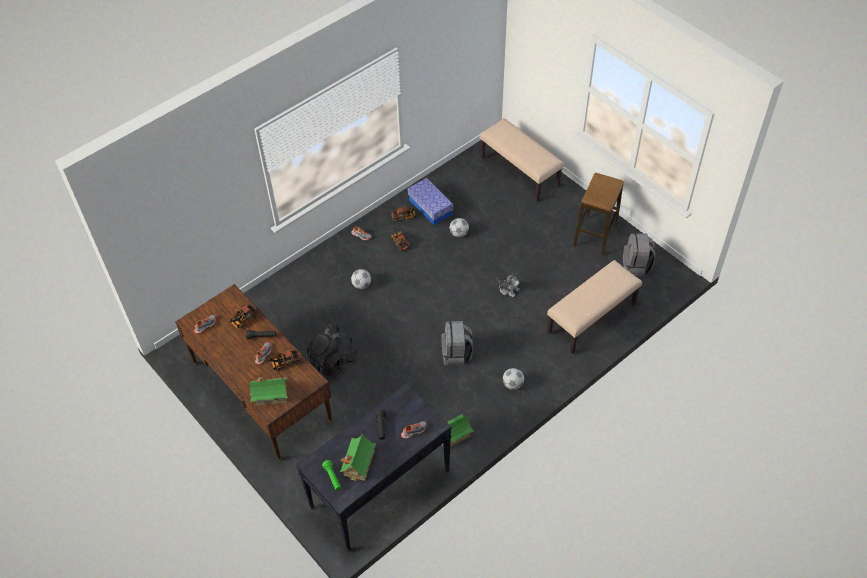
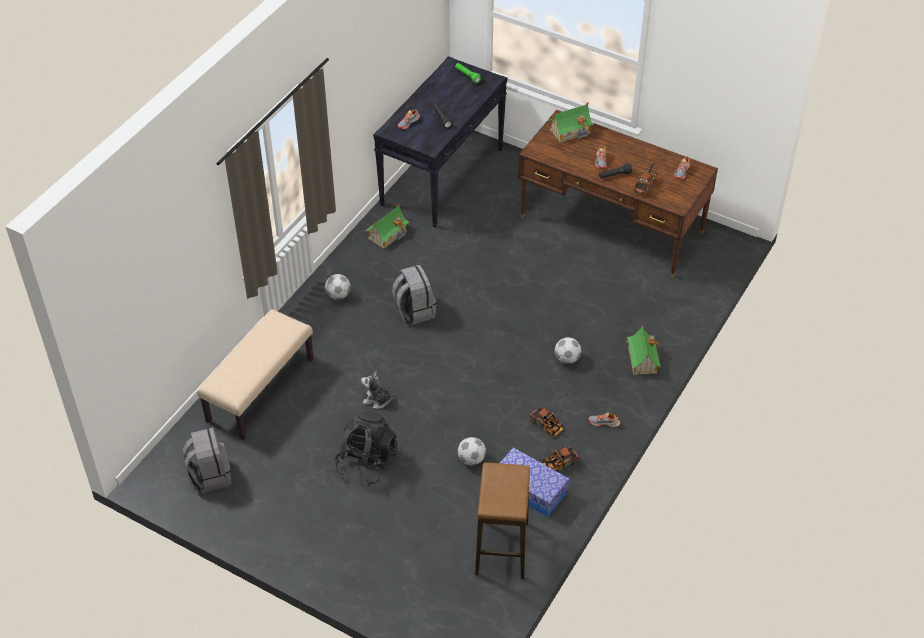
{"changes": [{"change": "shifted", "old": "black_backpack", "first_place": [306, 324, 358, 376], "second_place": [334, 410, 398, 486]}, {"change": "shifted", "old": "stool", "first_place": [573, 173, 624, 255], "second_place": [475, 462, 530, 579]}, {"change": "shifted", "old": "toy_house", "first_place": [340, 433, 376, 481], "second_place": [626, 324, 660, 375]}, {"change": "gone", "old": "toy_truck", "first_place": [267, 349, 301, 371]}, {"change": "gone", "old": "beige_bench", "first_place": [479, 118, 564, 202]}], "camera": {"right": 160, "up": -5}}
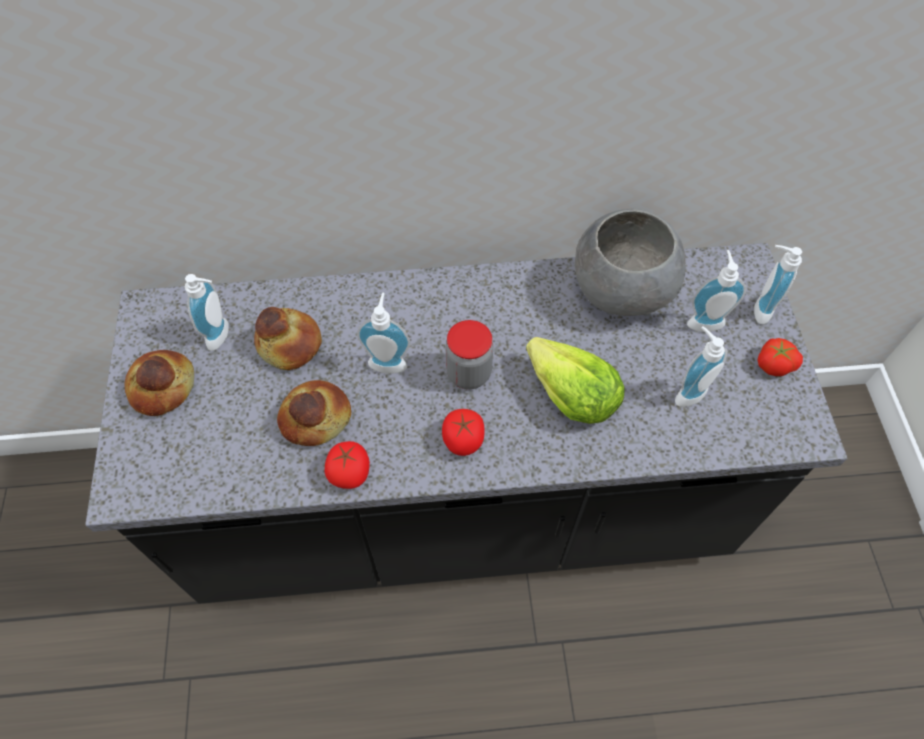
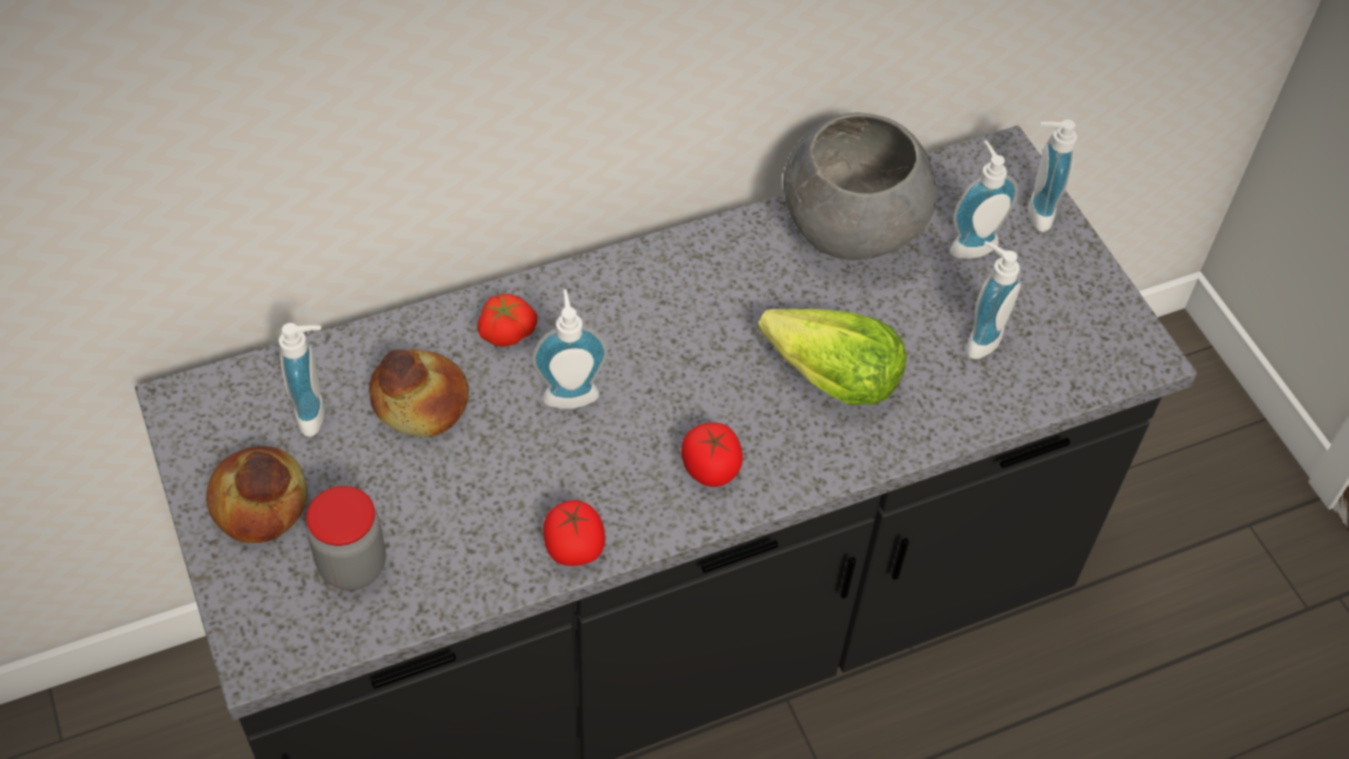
{"changes": [{"change": "shifted", "old": "jar", "first_place": [446, 320, 493, 389], "second_place": [306, 486, 386, 590]}, {"change": "shifted", "old": "tomato", "first_place": [758, 338, 803, 376], "second_place": [477, 294, 537, 347]}, {"change": "gone", "old": "bread", "first_place": [277, 380, 351, 446]}], "camera": {"right": -20, "up": -5}}
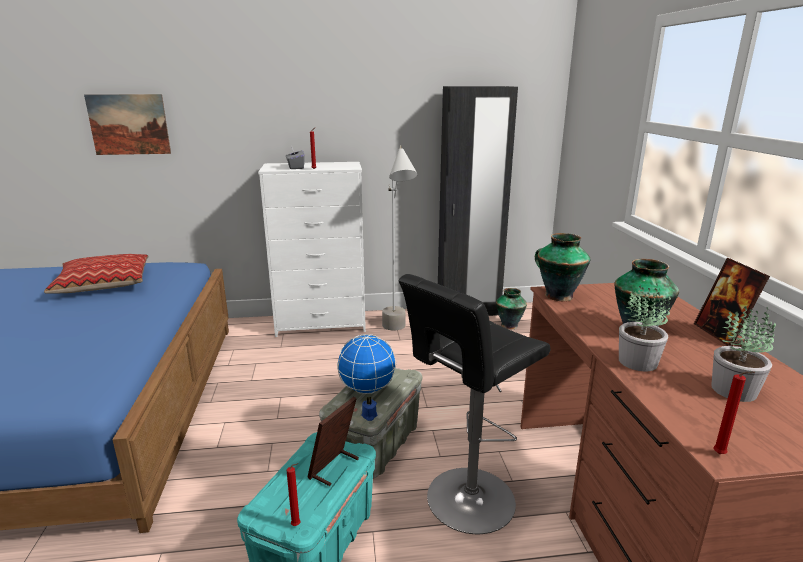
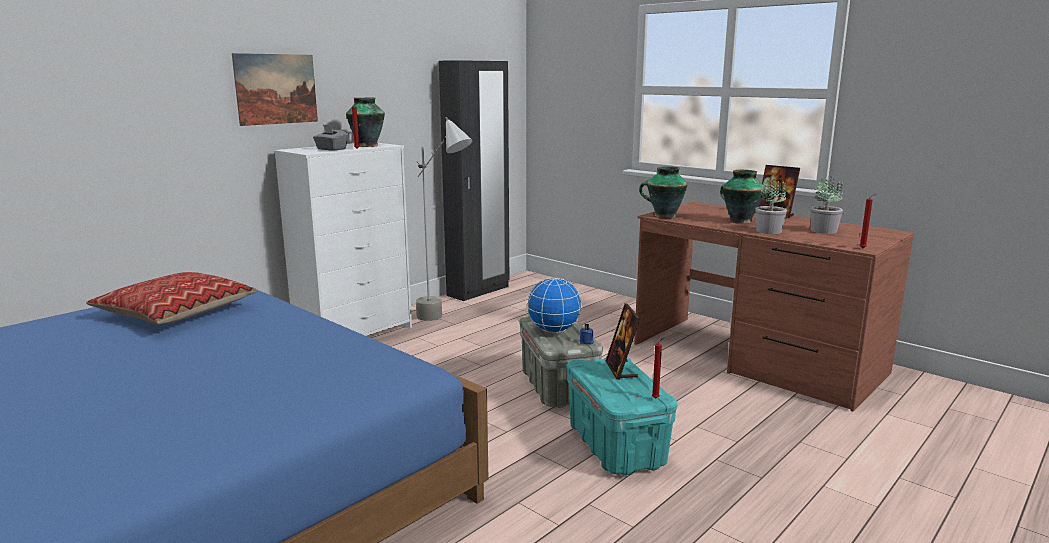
{"changes": [{"change": "shifted", "old": "picture", "first_place": [84, 94, 171, 155], "second_place": [232, 53, 318, 126]}, {"change": "shifted", "old": "vase", "first_place": [496, 288, 527, 329], "second_place": [346, 97, 385, 147]}, {"change": "gone", "old": "black_stool", "first_place": [398, 274, 550, 534]}], "camera": {"right": -40, "up": -5}}
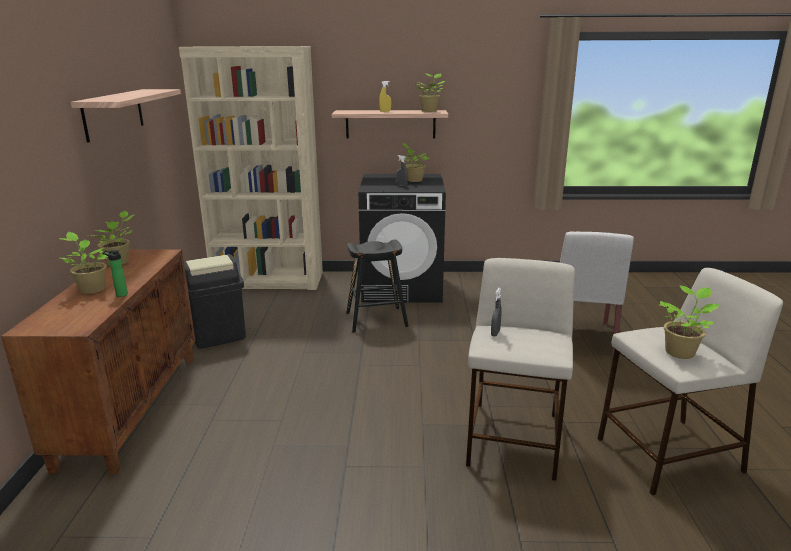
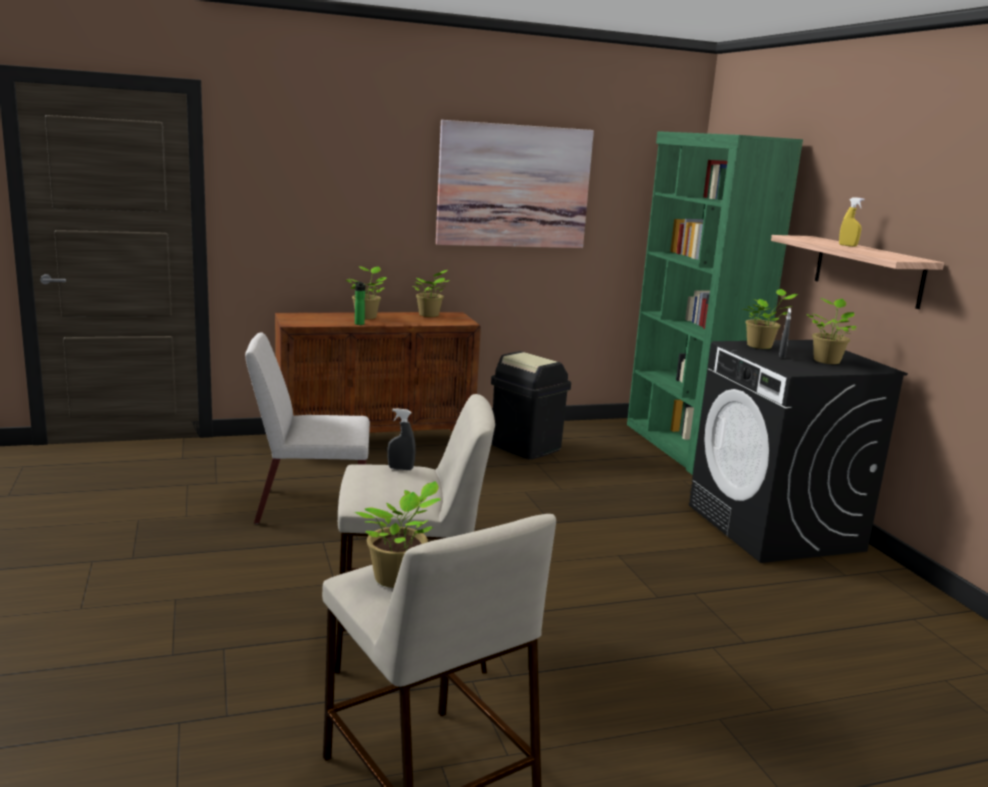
{"changes": [{"change": "shifted", "old": "white_chair", "first_place": [560, 232, 634, 356], "second_place": [245, 332, 370, 524]}, {"change": "swapped", "old": "shelf", "new": "picture", "first_place": [71, 89, 181, 143], "second_place": [436, 120, 594, 248]}, {"change": "repainted", "old": "beige_bookcase", "new": "green_bookcase", "first_place": [179, 46, 323, 290], "second_place": [627, 131, 803, 475]}, {"change": "shifted", "old": "potted_plant", "first_place": [415, 73, 445, 112], "second_place": [743, 289, 798, 349]}, {"change": "gone", "old": "black_stool", "first_place": [346, 240, 408, 332]}], "camera": {"right": 70, "up": -5}}
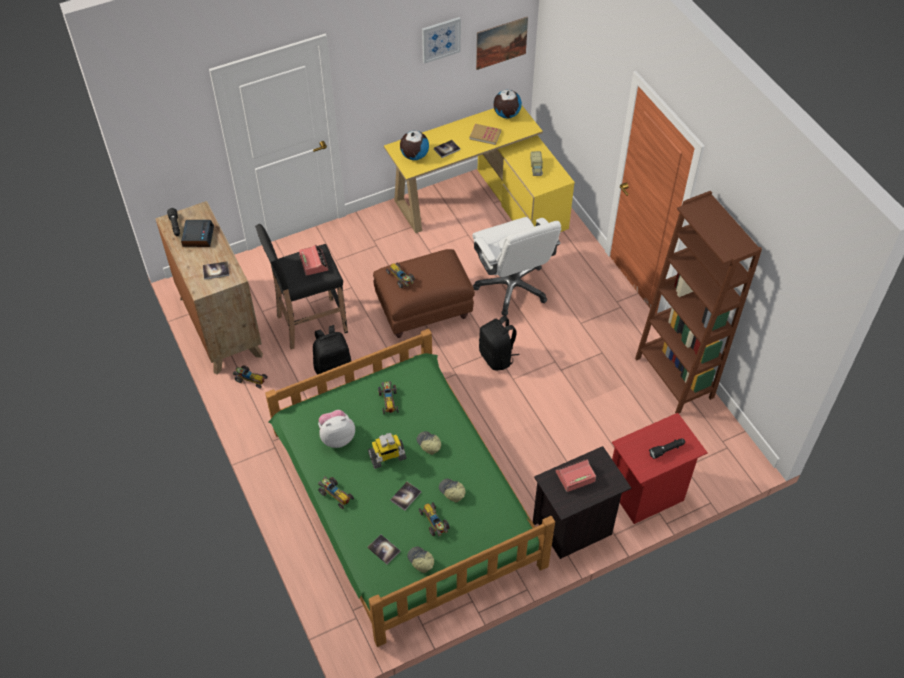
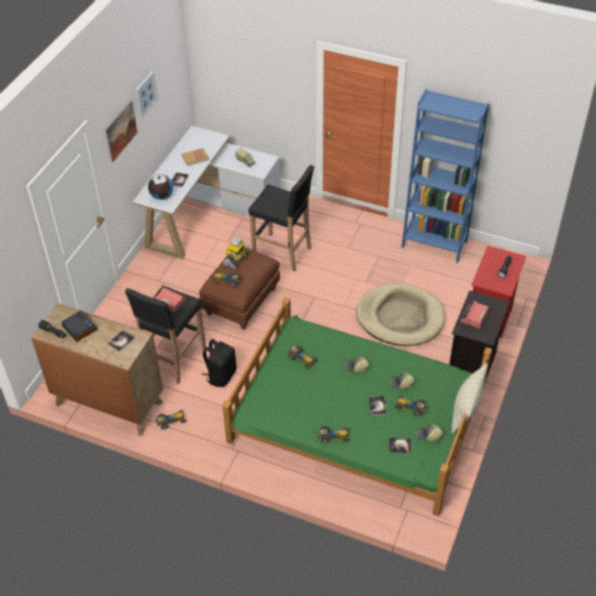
{"changes": [{"change": "shifted", "old": "picture", "first_place": [476, 17, 528, 70], "second_place": [106, 100, 137, 162]}, {"change": "repainted", "old": "yellow_desk", "new": "white_desk", "first_place": [384, 106, 575, 233], "second_place": [132, 126, 280, 259]}, {"change": "shifted", "old": "toy_robot", "first_place": [368, 433, 407, 469], "second_place": [222, 237, 250, 269]}, {"change": "swapped", "old": "white_office_chair", "new": "black_stool", "first_place": [472, 217, 561, 316], "second_place": [249, 165, 314, 271]}, {"change": "new", "new": "beige_dog_bed", "second_place": [356, 283, 445, 346]}, {"change": "repainted", "old": "brown_bookcase", "new": "blue_bookcase", "first_place": [635, 191, 762, 413], "second_place": [401, 89, 489, 263]}, {"change": "new", "new": "pillow", "second_place": [451, 363, 488, 434]}, {"change": "gone", "old": "plush_toy", "first_place": [318, 410, 355, 448]}, {"change": "gone", "old": "black_backpack", "first_place": [479, 316, 520, 370]}, {"change": "gone", "old": "globe", "first_place": [493, 90, 522, 118]}], "camera": {"right": -40, "up": -5}}
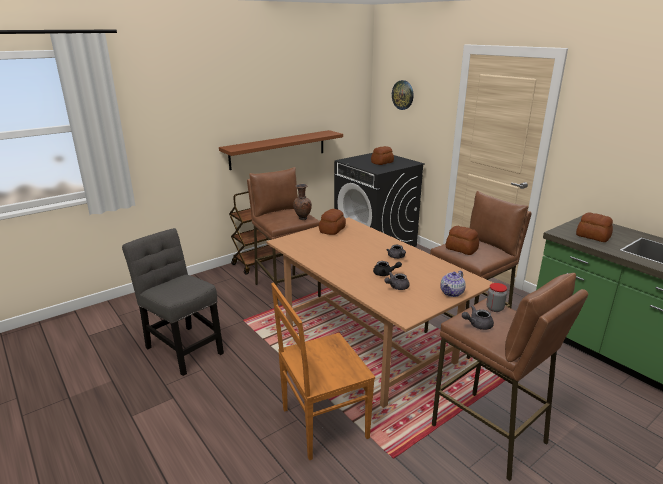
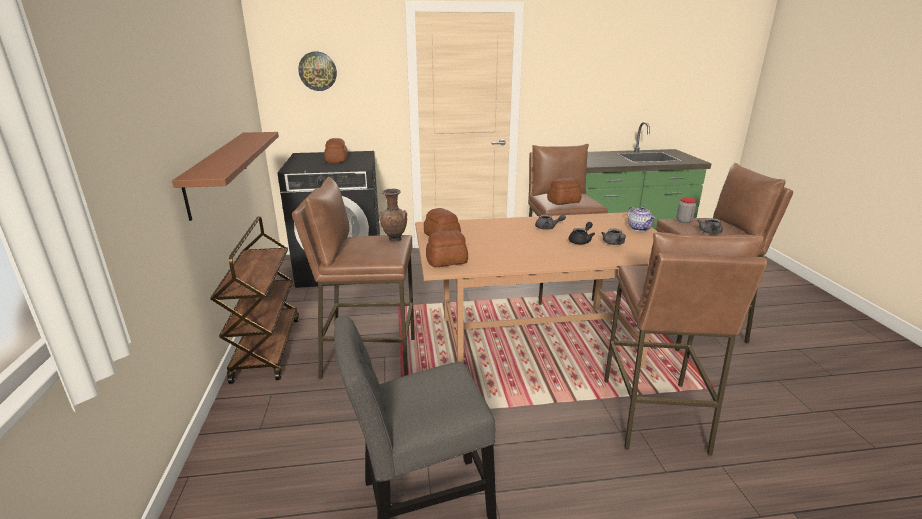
{"changes": [{"change": "shifted", "old": "bread", "first_place": [576, 212, 613, 242], "second_place": [426, 230, 468, 267]}, {"change": "swapped", "old": "brown_chair", "new": "brown_stool", "first_place": [271, 282, 375, 460], "second_place": [604, 232, 767, 455]}], "camera": {"right": -60, "up": 0}}
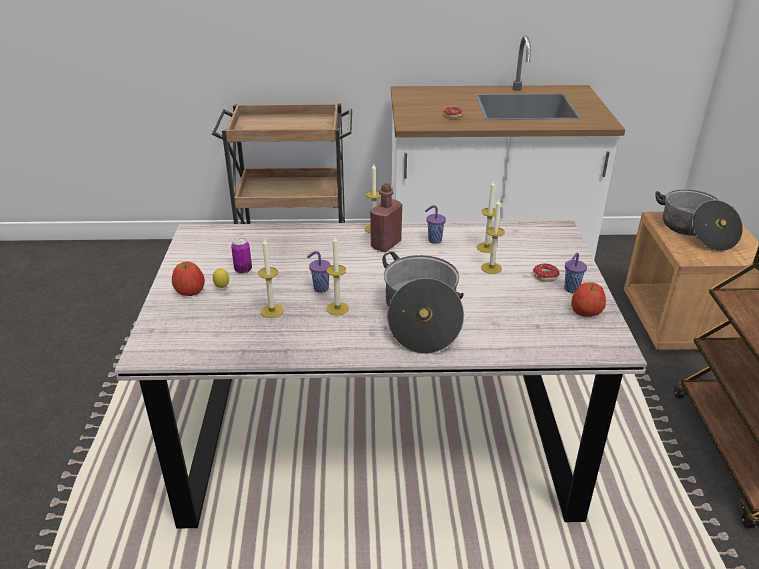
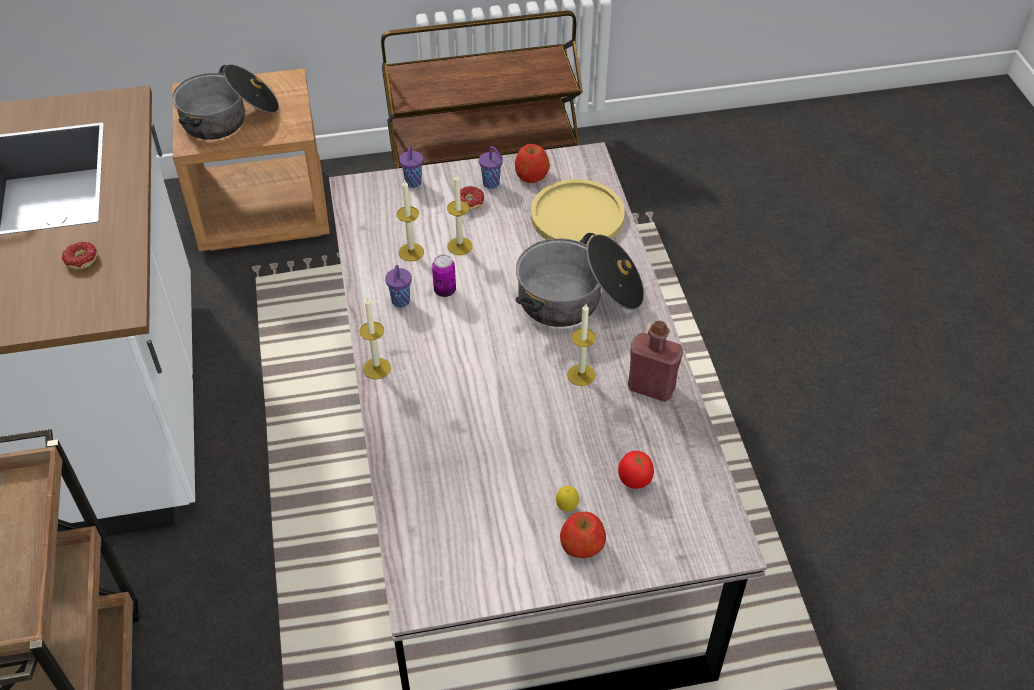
{"changes": [{"change": "shifted", "old": "purple_cup", "first_place": [307, 251, 331, 293], "second_place": [399, 146, 423, 188]}, {"change": "shifted", "old": "can", "first_place": [231, 238, 252, 274], "second_place": [432, 254, 456, 297]}, {"change": "new", "new": "yellow_plate", "second_place": [531, 179, 625, 245]}, {"change": "new", "new": "tomato", "second_place": [618, 451, 654, 489]}, {"change": "shifted", "old": "red_bottle", "first_place": [370, 183, 402, 252], "second_place": [628, 320, 683, 402]}, {"change": "gone", "old": "candle", "first_place": [258, 237, 283, 318]}], "camera": {"right": -100, "up": 15}}
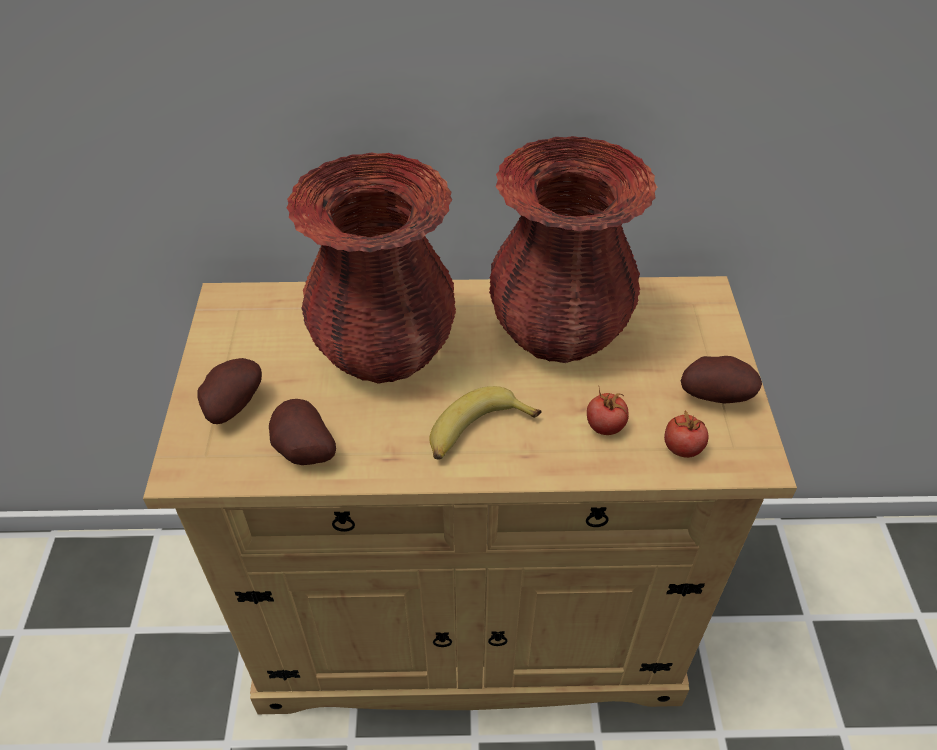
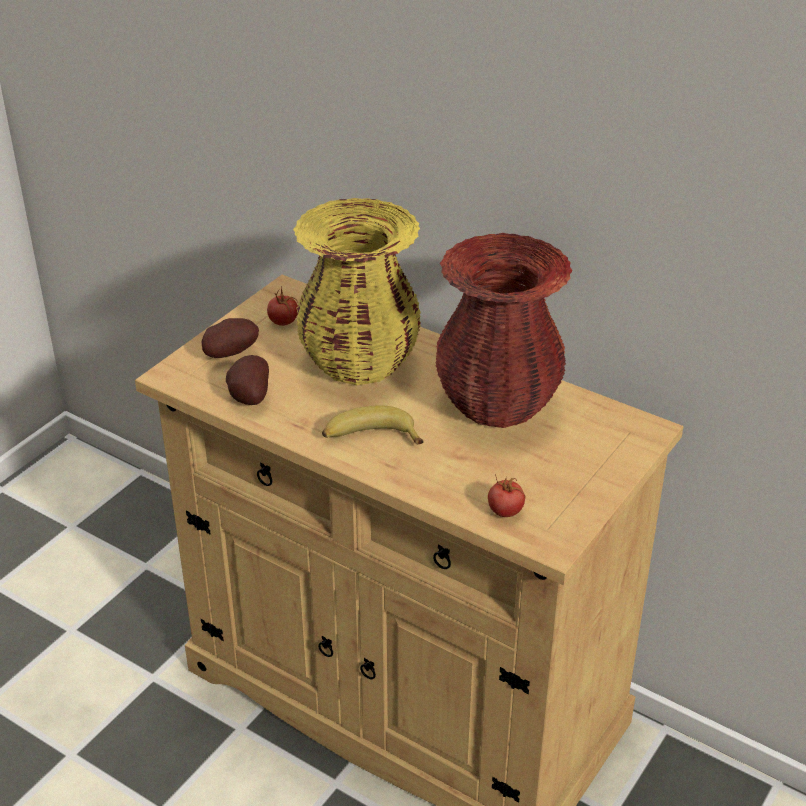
{"changes": [{"change": "shifted", "old": "tomato", "first_place": [587, 388, 629, 435], "second_place": [267, 286, 298, 326]}, {"change": "repainted", "old": "red_vase", "new": "yellow_vase", "first_place": [287, 152, 456, 384], "second_place": [293, 198, 421, 385]}, {"change": "gone", "old": "potato", "first_place": [681, 356, 762, 403]}], "camera": {"right": 35, "up": -10}}
